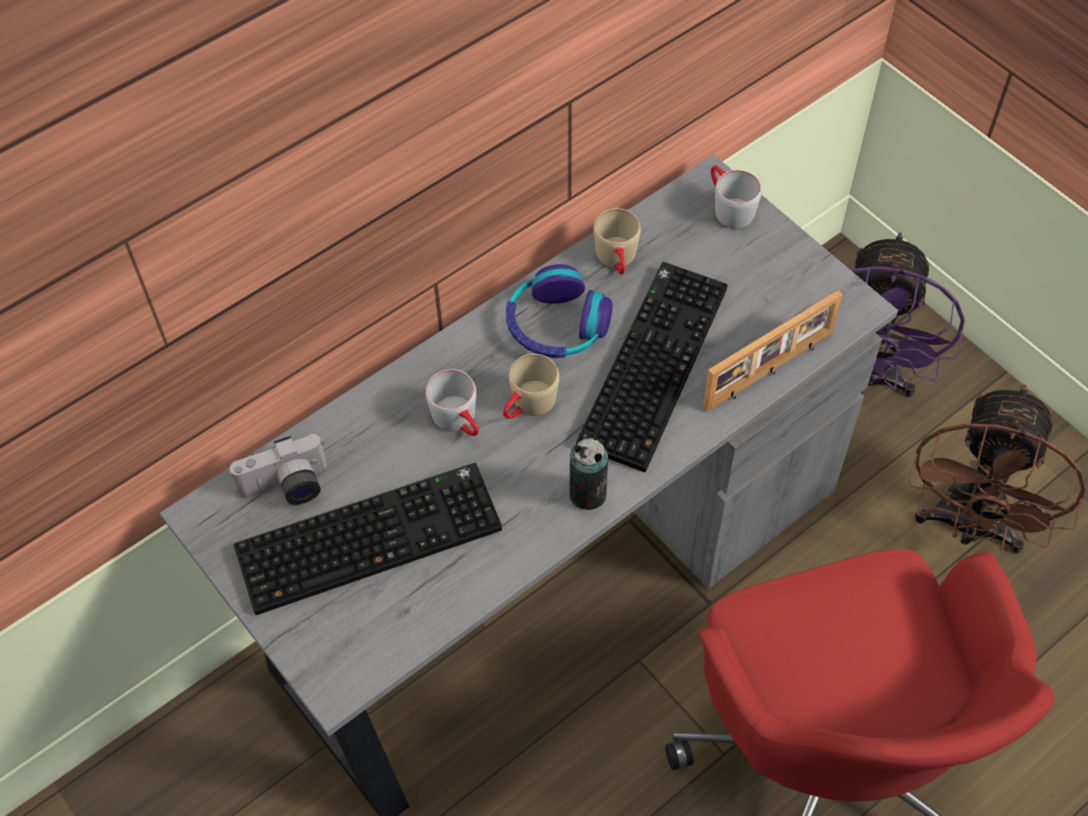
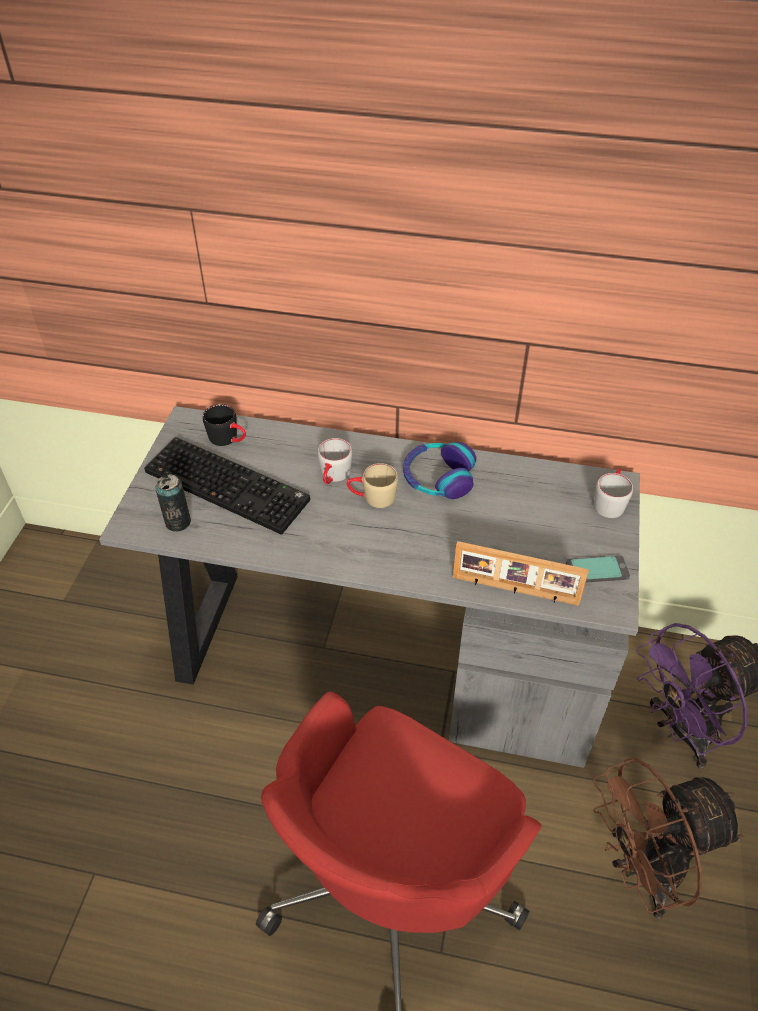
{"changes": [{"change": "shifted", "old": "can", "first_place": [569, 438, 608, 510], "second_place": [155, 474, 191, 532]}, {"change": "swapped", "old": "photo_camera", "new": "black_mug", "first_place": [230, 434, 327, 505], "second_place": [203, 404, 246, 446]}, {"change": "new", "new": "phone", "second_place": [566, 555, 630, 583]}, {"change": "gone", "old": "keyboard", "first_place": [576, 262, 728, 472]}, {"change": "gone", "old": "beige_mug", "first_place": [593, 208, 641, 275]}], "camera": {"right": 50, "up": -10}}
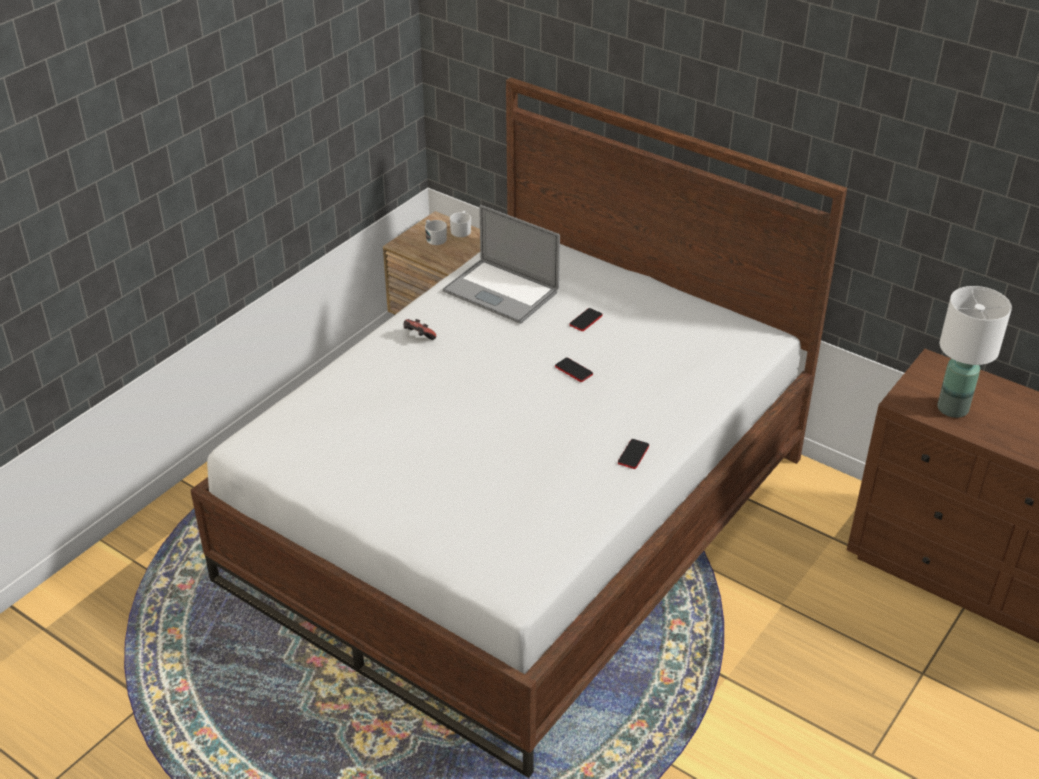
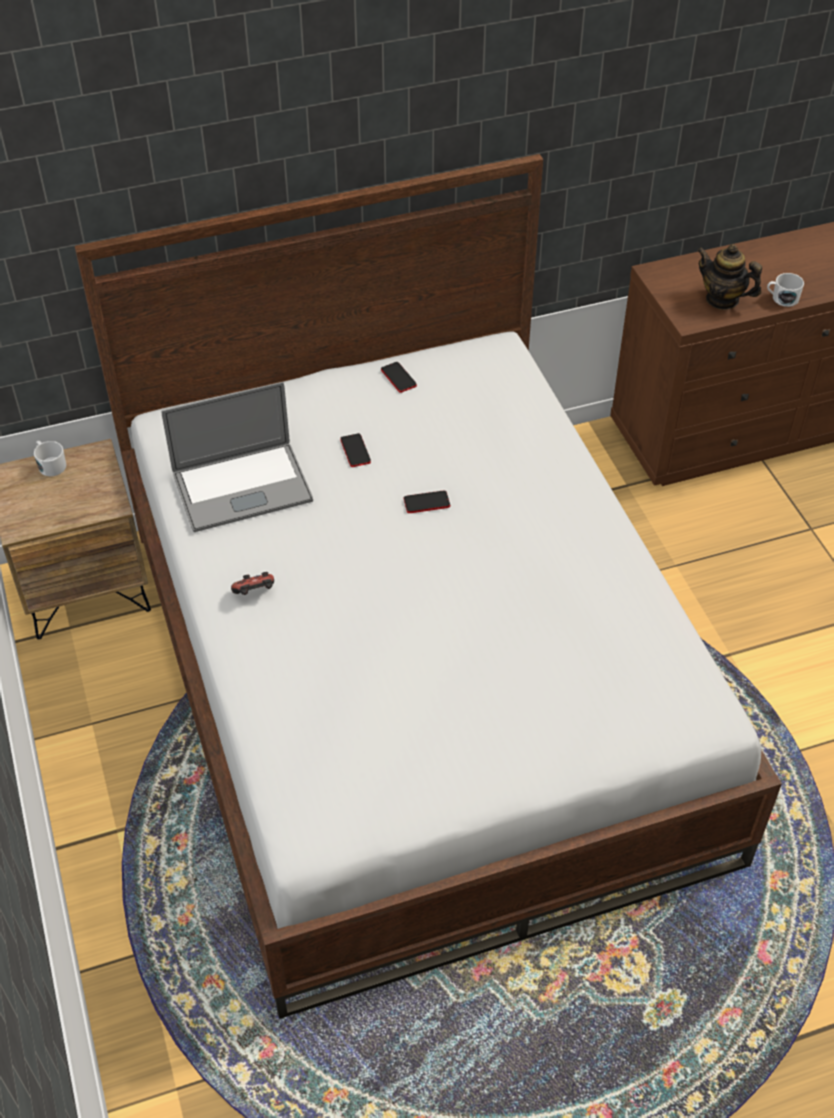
{"changes": [{"change": "shifted", "old": "phone", "first_place": [618, 439, 649, 469], "second_place": [381, 362, 417, 393]}, {"change": "swapped", "old": "white_table_lamp", "new": "teapot", "first_place": [937, 286, 1012, 418], "second_place": [697, 244, 762, 310]}, {"change": "shifted", "old": "white_mug", "first_place": [425, 219, 447, 245], "second_place": [767, 273, 804, 307]}], "camera": {"right": -55, "up": 10}}
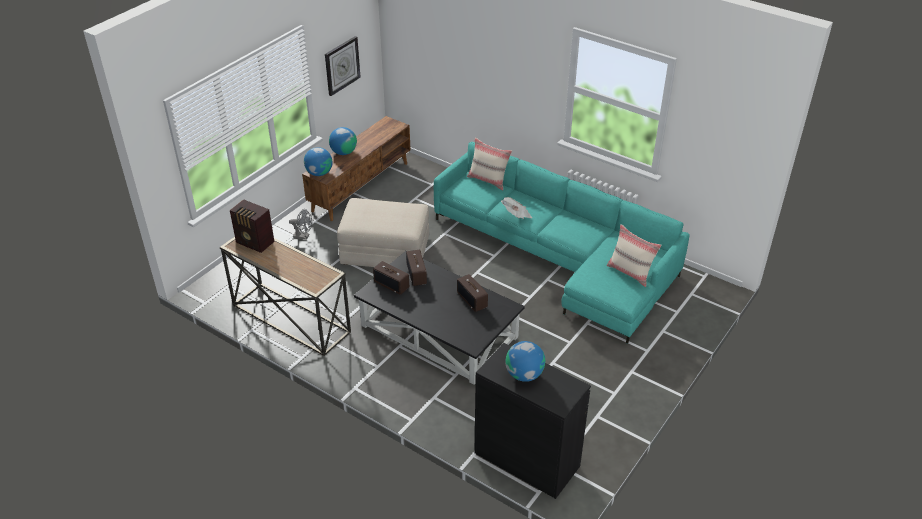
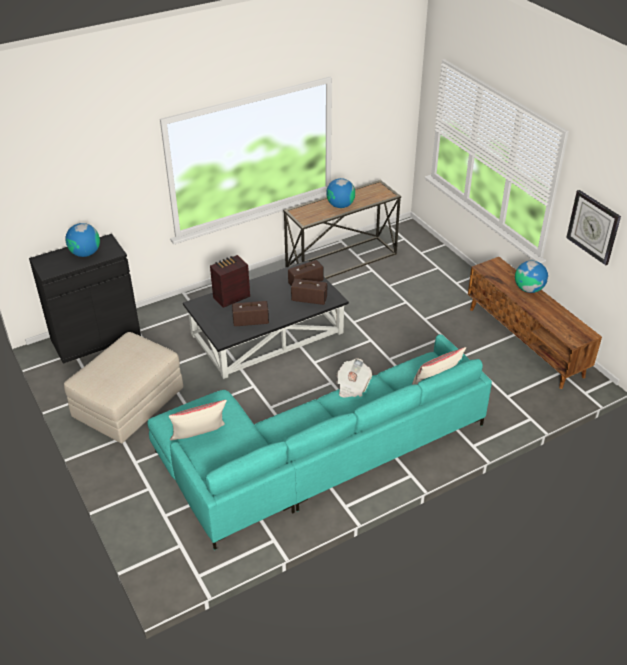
{"changes": [{"change": "shifted", "old": "beige_ottoman", "first_place": [337, 198, 429, 267], "second_place": [64, 332, 183, 444]}, {"change": "shifted", "old": "radio", "first_place": [230, 199, 274, 253], "second_place": [210, 255, 250, 308]}, {"change": "shifted", "old": "globe", "first_place": [304, 147, 333, 176], "second_place": [326, 178, 355, 208]}, {"change": "gone", "old": "grey_fan", "first_place": [289, 209, 312, 240]}], "camera": {"right": 115, "up": 0}}
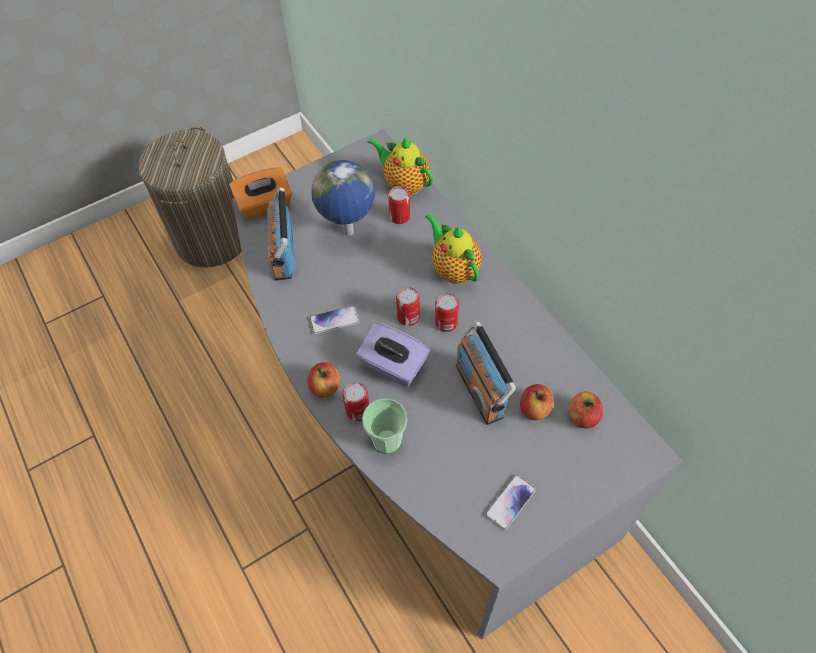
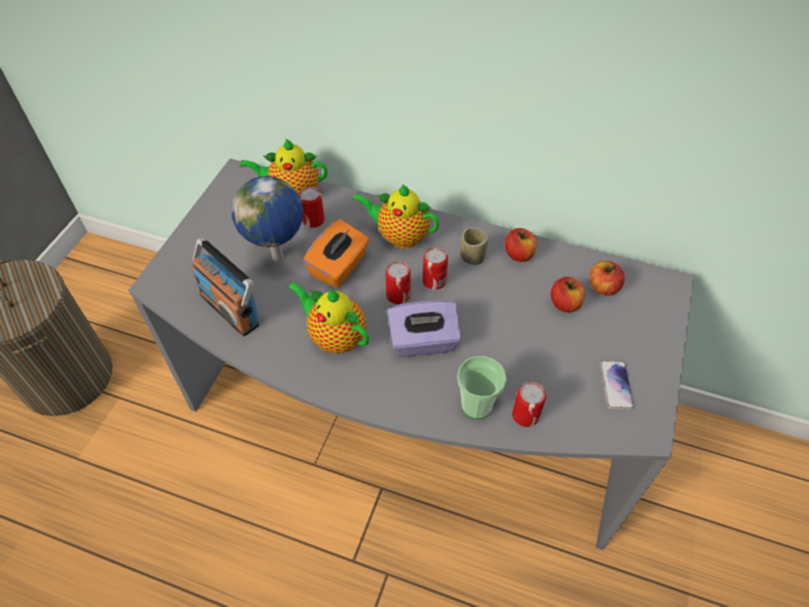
{"changes": [{"change": "swapped", "old": "phone", "new": "teapot", "first_place": [309, 306, 359, 334], "second_place": [287, 281, 369, 354]}, {"change": "shifted", "old": "orange_tissue_box", "first_place": [229, 167, 292, 220], "second_place": [303, 219, 370, 288]}, {"change": "new", "new": "cup", "second_place": [460, 228, 488, 265]}, {"change": "shifted", "old": "apple", "first_place": [307, 362, 340, 398], "second_place": [505, 228, 537, 262]}, {"change": "shifted", "old": "can", "first_place": [342, 382, 370, 421], "second_place": [512, 382, 546, 427]}, {"change": "gone", "old": "radio", "first_place": [456, 322, 516, 425]}], "camera": {"right": -40, "up": -5}}
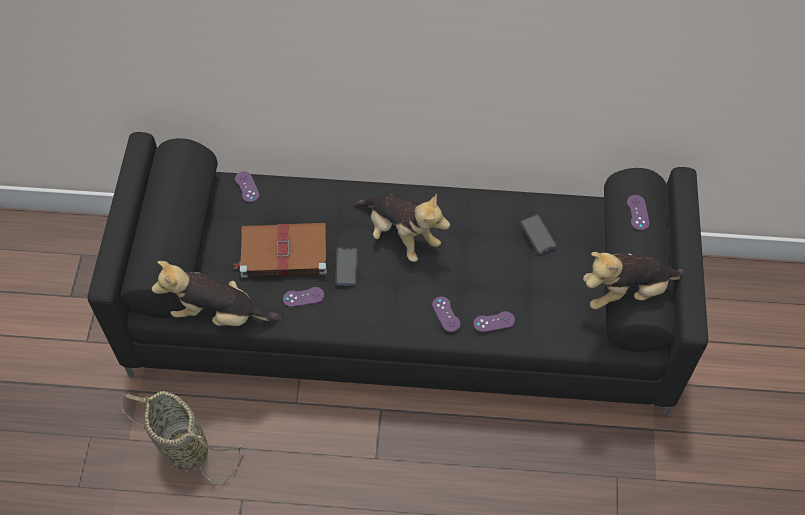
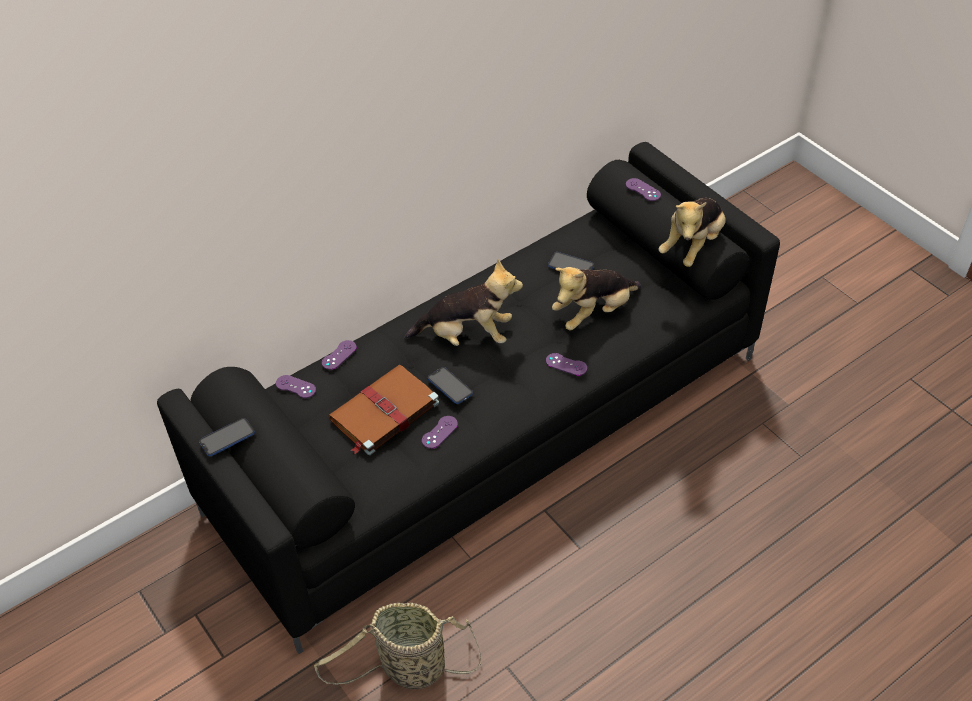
{"changes": [{"change": "new", "new": "phone", "second_place": [199, 418, 255, 456]}, {"change": "shifted", "old": "purple_game_controller", "first_place": [473, 311, 515, 332], "second_place": [322, 340, 357, 370]}, {"change": "shifted", "old": "plush_toy", "first_place": [152, 261, 282, 326], "second_place": [552, 267, 641, 331]}], "camera": {"right": -40, "up": -10}}
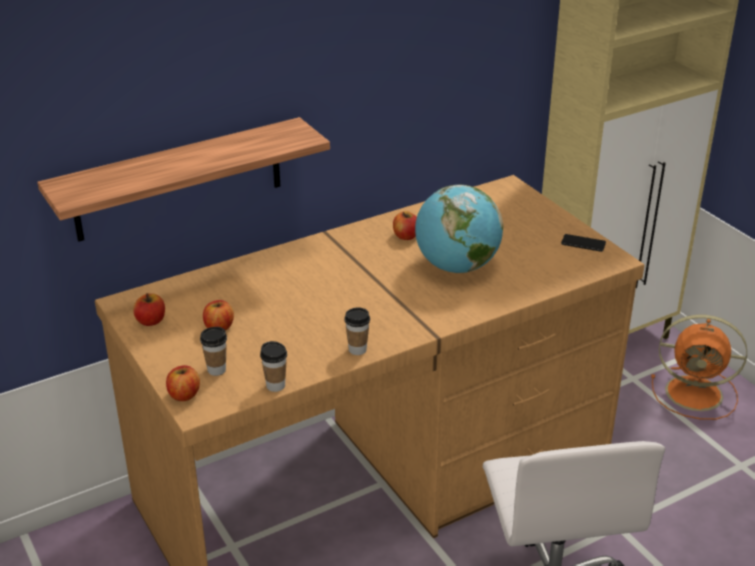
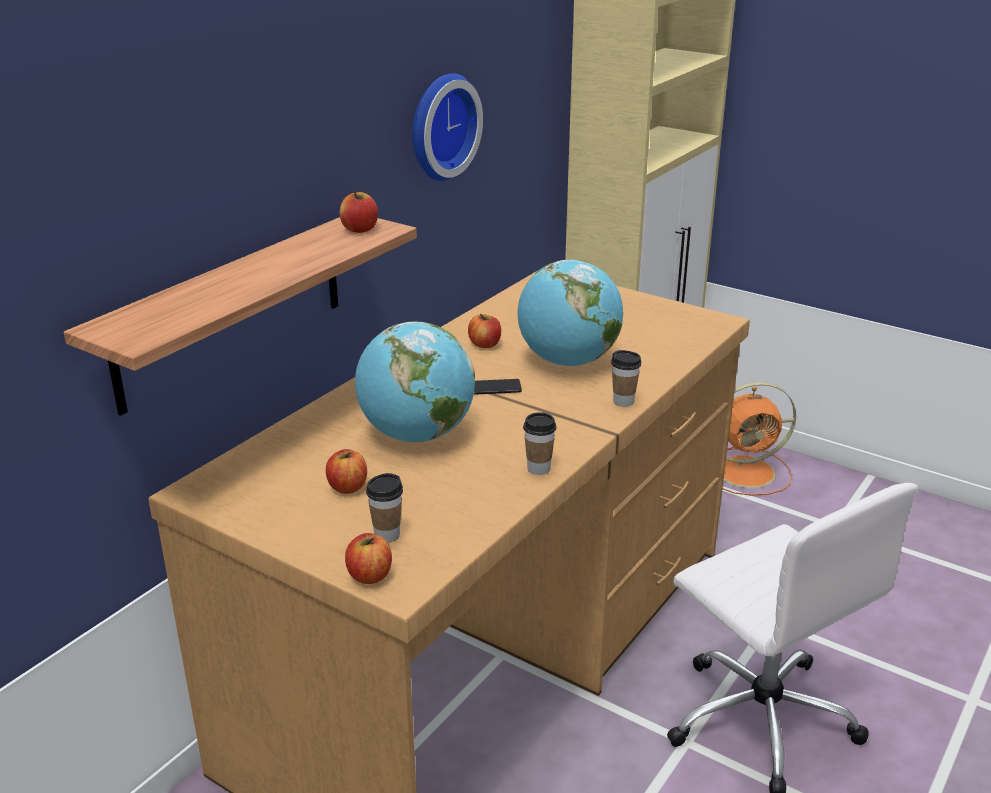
{"changes": [{"change": "shifted", "old": "apple", "first_place": [133, 293, 165, 326], "second_place": [340, 190, 378, 233]}, {"change": "new", "new": "globe", "second_place": [355, 321, 475, 442]}, {"change": "new", "new": "wall_clock", "second_place": [412, 73, 483, 181]}, {"change": "shifted", "old": "phone", "first_place": [561, 234, 606, 252], "second_place": [474, 379, 522, 395]}, {"change": "shifted", "old": "cup", "first_place": [260, 341, 287, 392], "second_place": [611, 350, 641, 407]}], "camera": {"right": -25, "up": -5}}
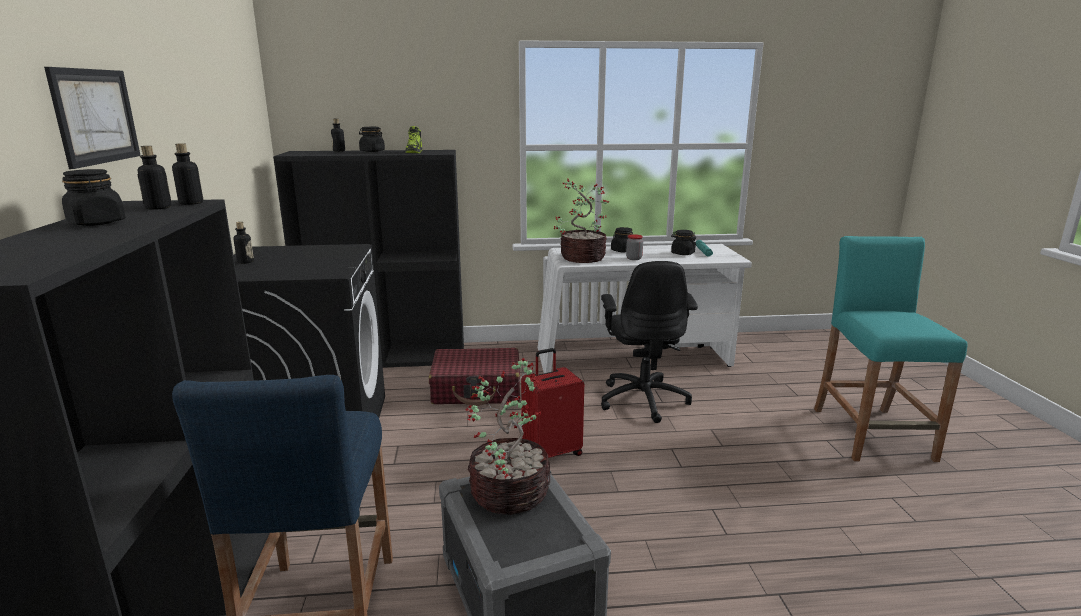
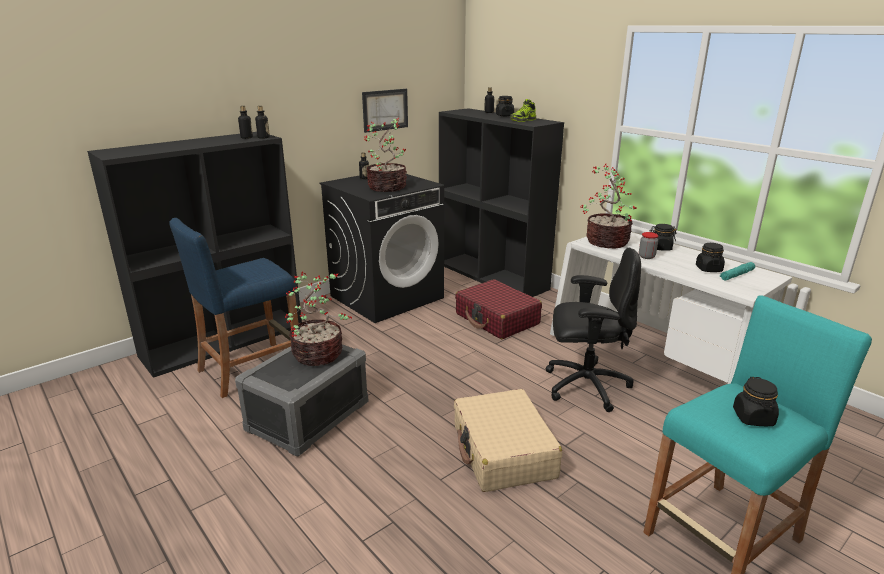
{"changes": [{"change": "shifted", "old": "picture", "first_place": [44, 67, 141, 169], "second_place": [362, 89, 408, 133]}, {"change": "new", "new": "potted_plant", "second_place": [364, 118, 407, 192]}, {"change": "new", "new": "beige_suitcase", "second_place": [454, 389, 562, 492]}, {"change": "rotated", "old": "black_office_chair", "first_place": [601, 261, 698, 423], "second_place": [546, 248, 641, 412], "degrees": -135}, {"change": "shifted", "old": "black_jar", "first_place": [62, 169, 125, 226], "second_place": [733, 377, 779, 426]}, {"change": "gone", "old": "red_suitcase", "first_place": [521, 348, 584, 458]}], "camera": {"right": 55, "up": 5}}
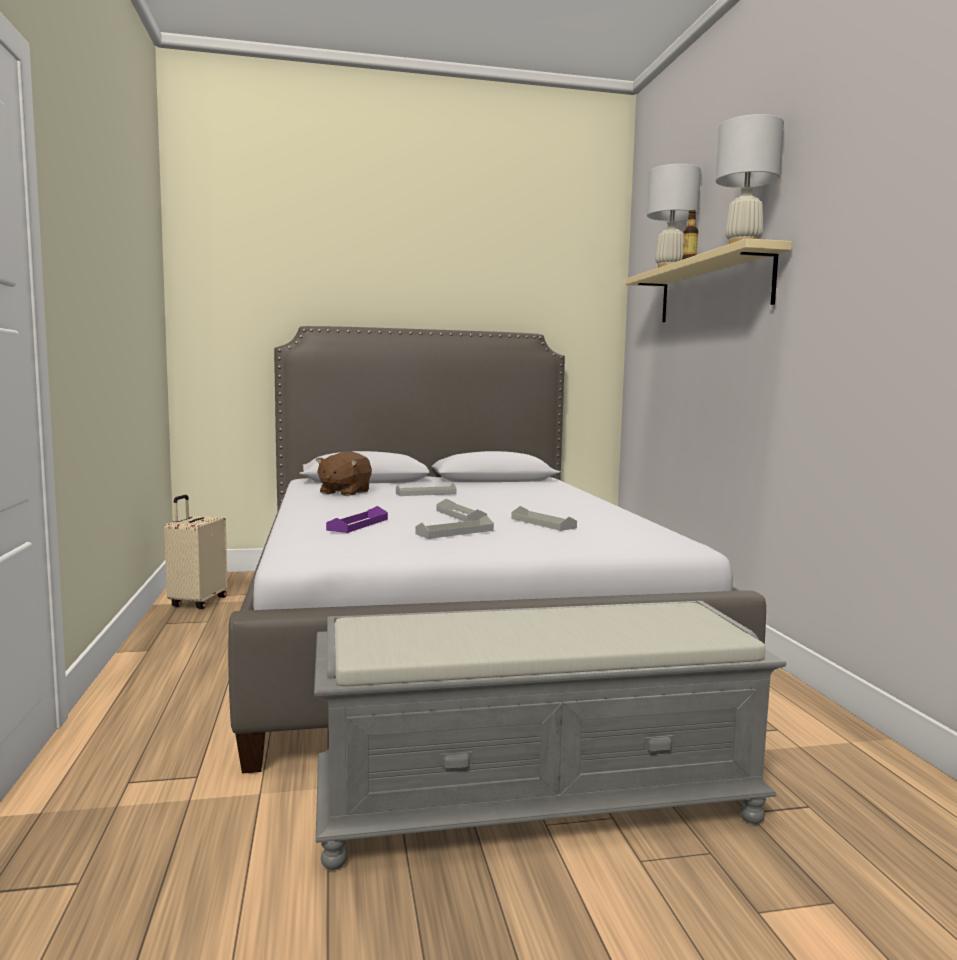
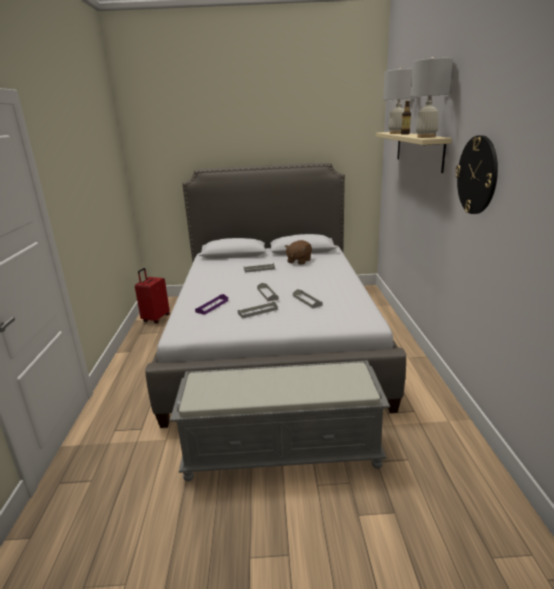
{"changes": [{"change": "repainted", "old": "beige_suitcase", "new": "red_suitcase", "first_place": [164, 495, 228, 609], "second_place": [135, 268, 170, 323]}, {"change": "shifted", "old": "brown_plush_toy", "first_place": [316, 451, 372, 496], "second_place": [285, 240, 312, 265]}, {"change": "new", "new": "wall_clock", "second_place": [455, 135, 498, 214]}], "camera": {"right": 10, "up": 15}}
